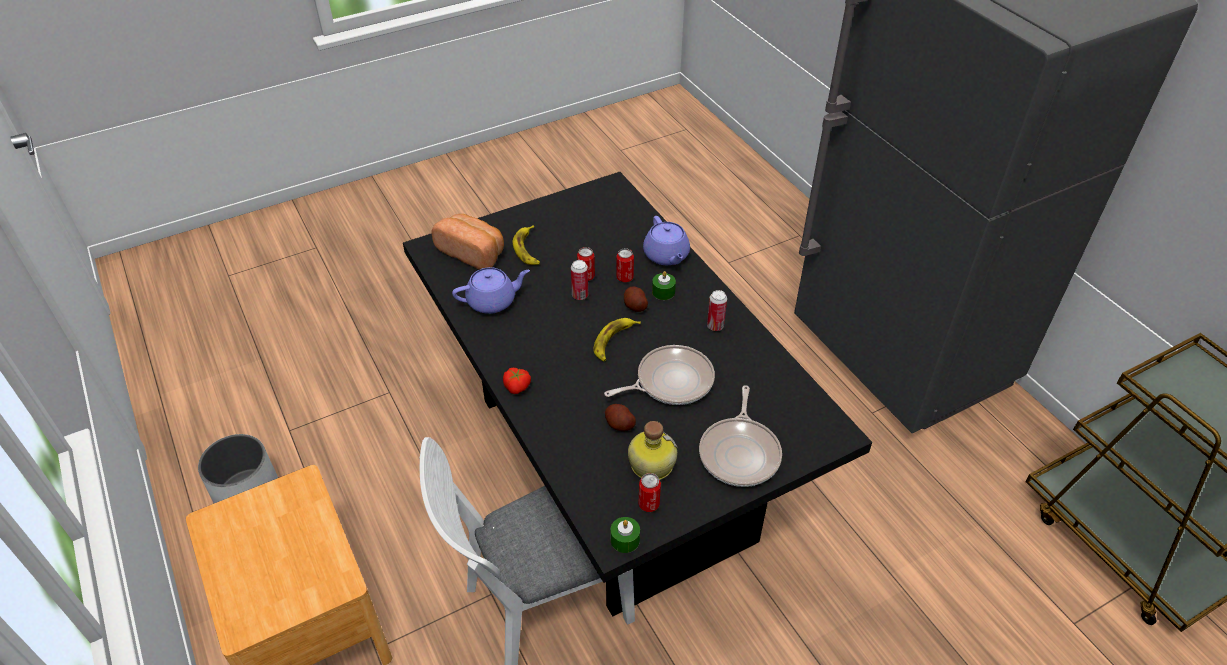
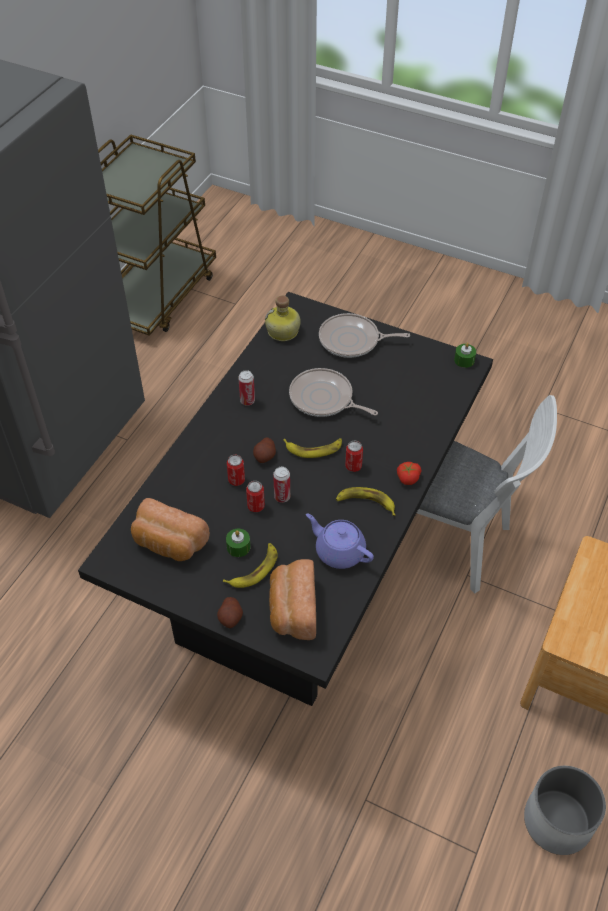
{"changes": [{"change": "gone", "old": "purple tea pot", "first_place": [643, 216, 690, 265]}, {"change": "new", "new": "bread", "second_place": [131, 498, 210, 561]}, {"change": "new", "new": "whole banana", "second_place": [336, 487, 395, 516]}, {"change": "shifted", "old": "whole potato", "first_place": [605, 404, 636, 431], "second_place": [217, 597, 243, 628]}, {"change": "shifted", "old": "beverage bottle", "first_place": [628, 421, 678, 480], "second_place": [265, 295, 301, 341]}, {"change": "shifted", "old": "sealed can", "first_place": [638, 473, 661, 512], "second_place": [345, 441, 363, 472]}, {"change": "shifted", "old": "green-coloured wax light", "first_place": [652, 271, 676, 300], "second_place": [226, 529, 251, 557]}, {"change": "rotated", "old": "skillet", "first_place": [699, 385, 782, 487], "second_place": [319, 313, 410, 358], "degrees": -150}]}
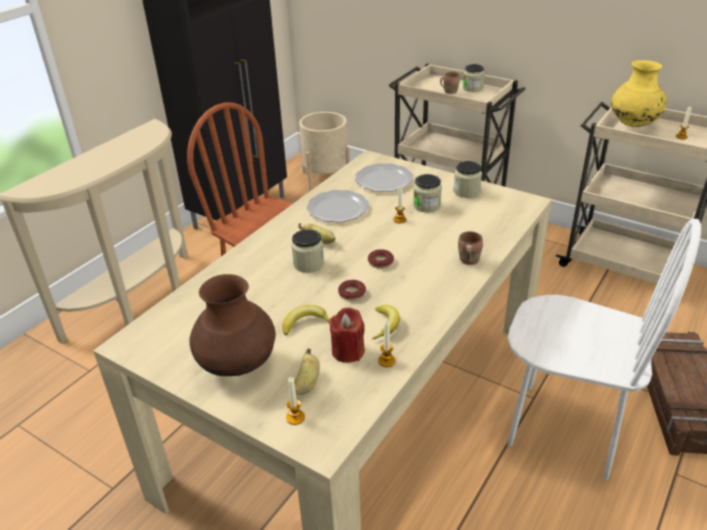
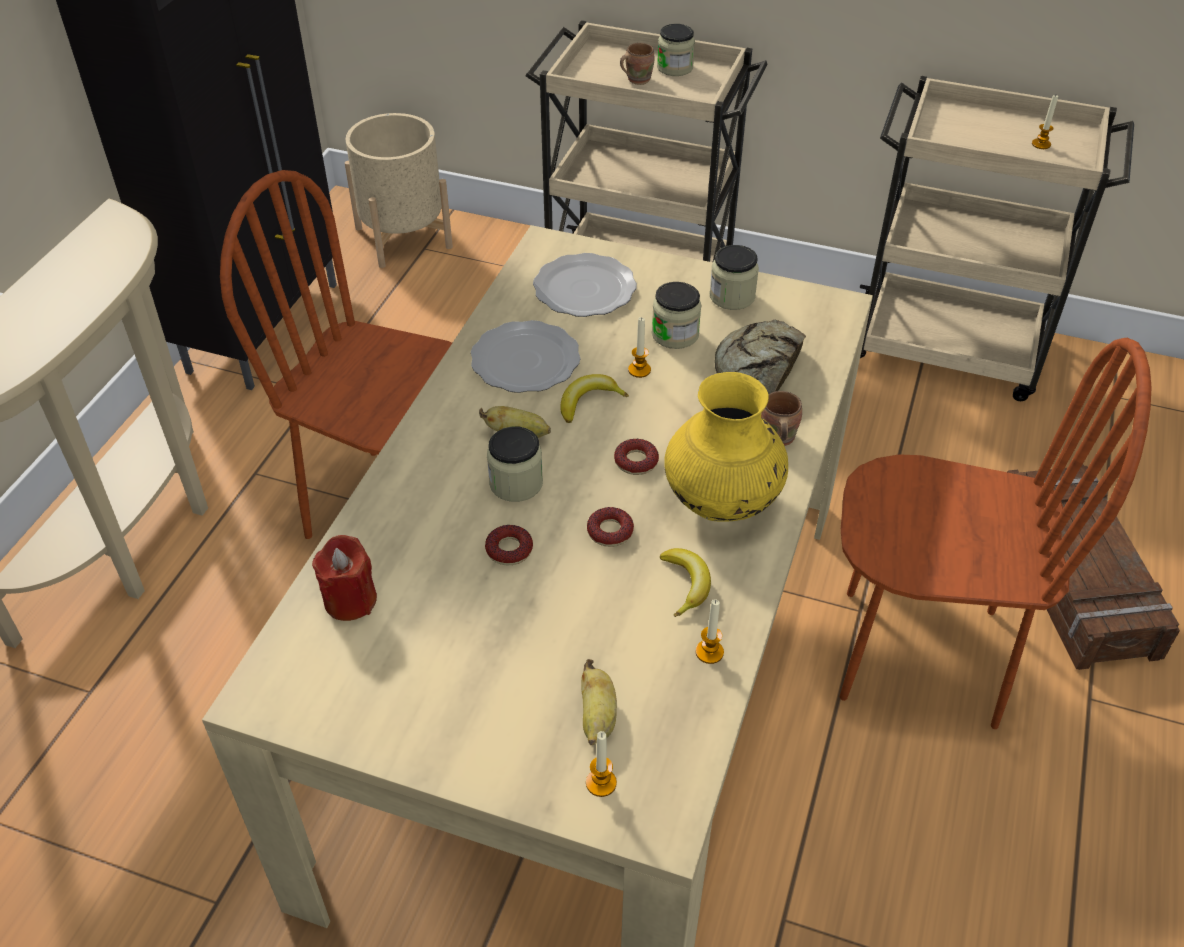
{"changes": [{"change": "gone", "old": "brownish flower vase", "first_place": [189, 274, 276, 376]}, {"change": "new", "new": "ring doughnut", "second_place": [485, 525, 533, 565]}, {"change": "new", "new": "bread", "second_place": [715, 320, 806, 394]}, {"change": "shifted", "old": "whole banana", "first_place": [282, 305, 330, 335], "second_place": [560, 374, 629, 423]}, {"change": "shifted", "old": "reddish wax light", "first_place": [329, 307, 365, 363], "second_place": [312, 535, 377, 621]}, {"change": "shifted", "old": "yellow-coloured flower vase", "first_place": [611, 60, 666, 127], "second_place": [664, 372, 788, 522]}, {"change": "repainted", "old": "whitish plain chair", "new": "brownish plain chair", "first_place": [507, 219, 701, 481], "second_place": [839, 338, 1151, 729]}]}
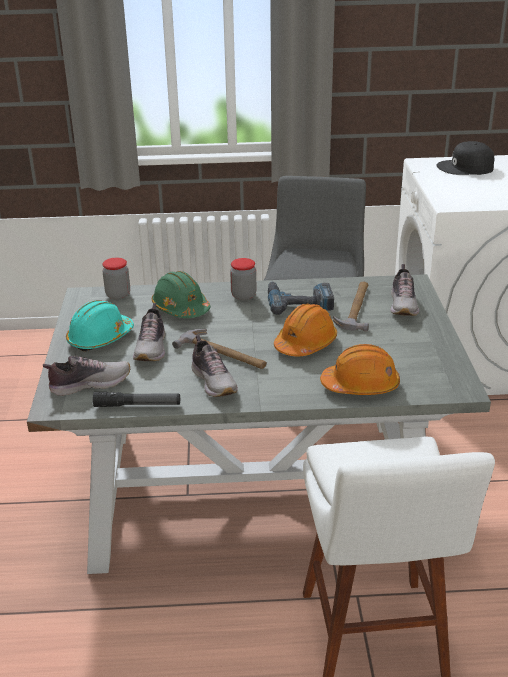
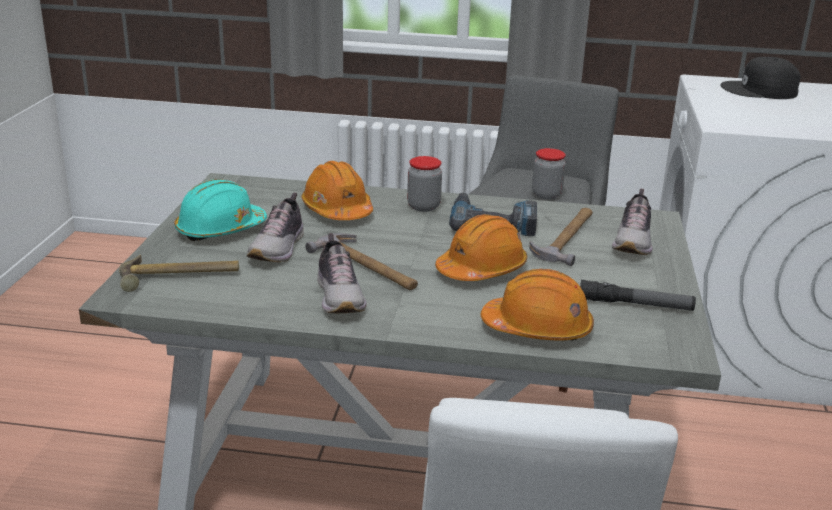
{"changes": [{"change": "shifted", "old": "hand torch", "first_place": [93, 392, 180, 407], "second_place": [580, 280, 696, 311]}, {"change": "shifted", "old": "jar", "first_place": [102, 258, 130, 300], "second_place": [532, 148, 566, 199]}, {"change": "swapped", "old": "low shoe", "new": "hammer", "first_place": [43, 355, 130, 396], "second_place": [119, 254, 239, 292]}, {"change": "repainted", "old": "green-coloured work helmet", "new": "orangey work helmet", "first_place": [152, 271, 210, 318], "second_place": [301, 161, 373, 220]}]}
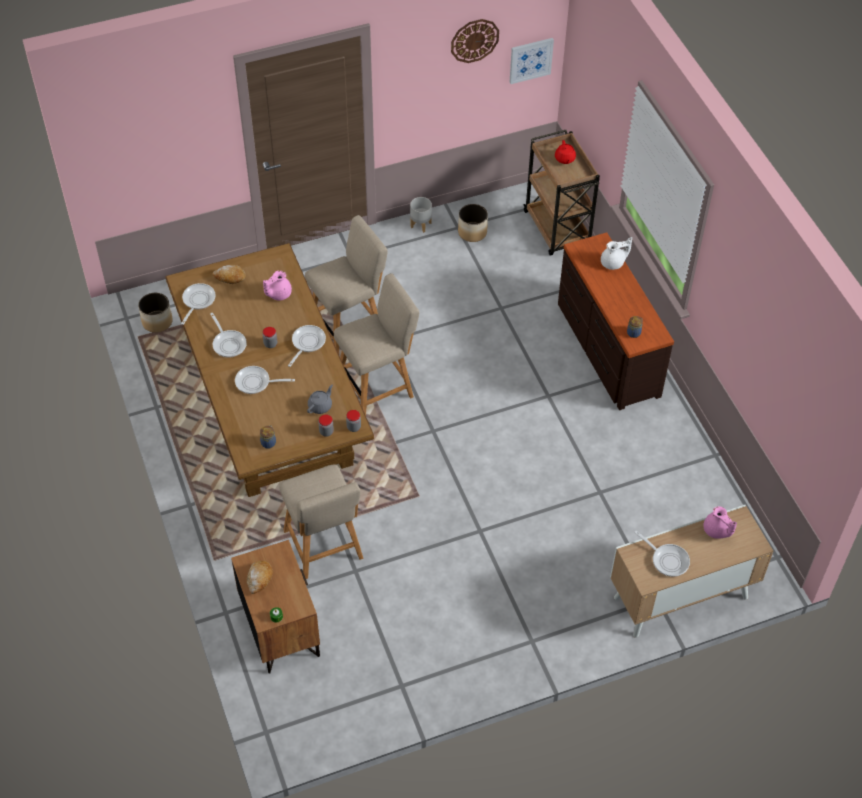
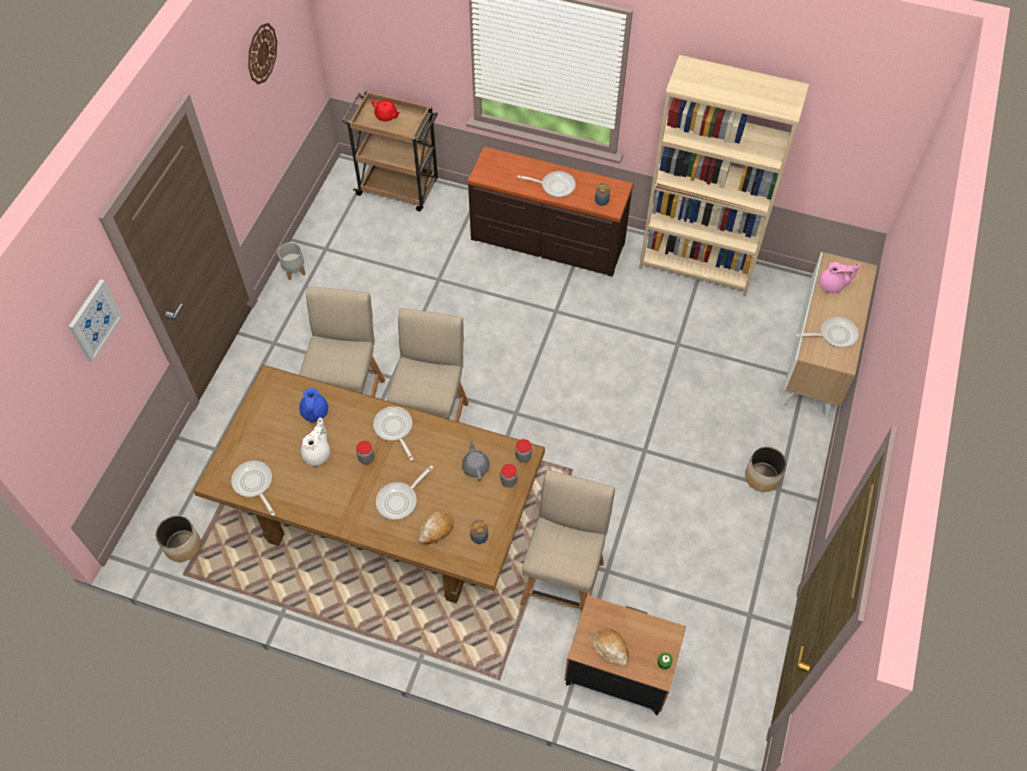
{"changes": [{"change": "new", "new": "beige bookshelf", "second_place": [639, 55, 809, 296]}, {"change": "shifted", "old": "skillet", "first_place": [210, 313, 247, 357], "second_place": [517, 171, 576, 198]}, {"change": "shifted", "old": "bread", "first_place": [213, 265, 246, 284], "second_place": [418, 512, 453, 544]}, {"change": "shifted", "old": "flower pot", "first_place": [458, 204, 488, 242], "second_place": [745, 447, 786, 492]}, {"change": "shifted", "old": "picture", "first_place": [510, 38, 554, 84], "second_place": [68, 279, 123, 362]}, {"change": "shifted", "old": "whitish tea pot", "first_place": [601, 237, 632, 270], "second_place": [301, 418, 330, 466]}, {"change": "repainted", "old": "pink-coloured tea pot", "new": "blue tea pot", "first_place": [263, 271, 292, 301], "second_place": [299, 387, 328, 422]}, {"change": "rotated", "old": "beige plain chair", "first_place": [279, 464, 363, 579], "second_place": [520, 470, 615, 613], "degrees": -90}]}
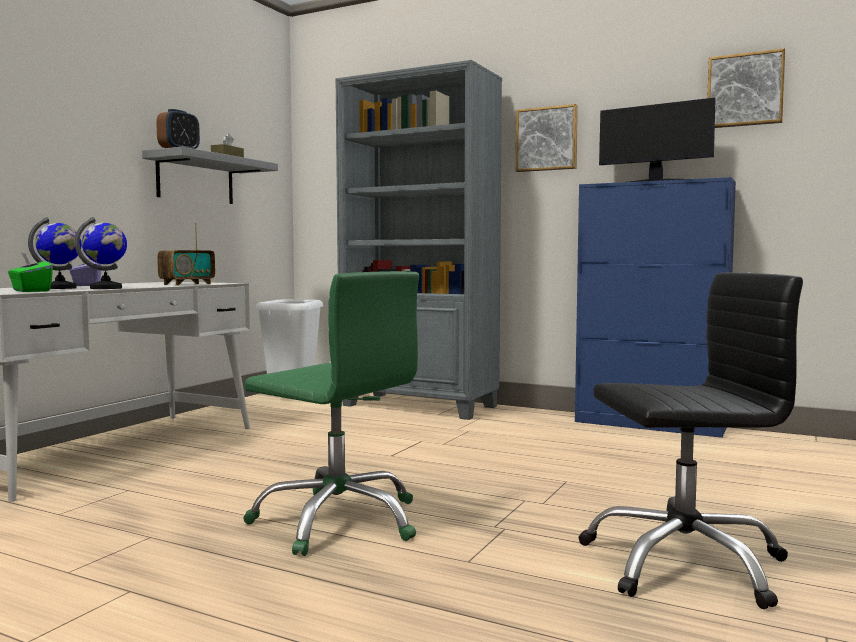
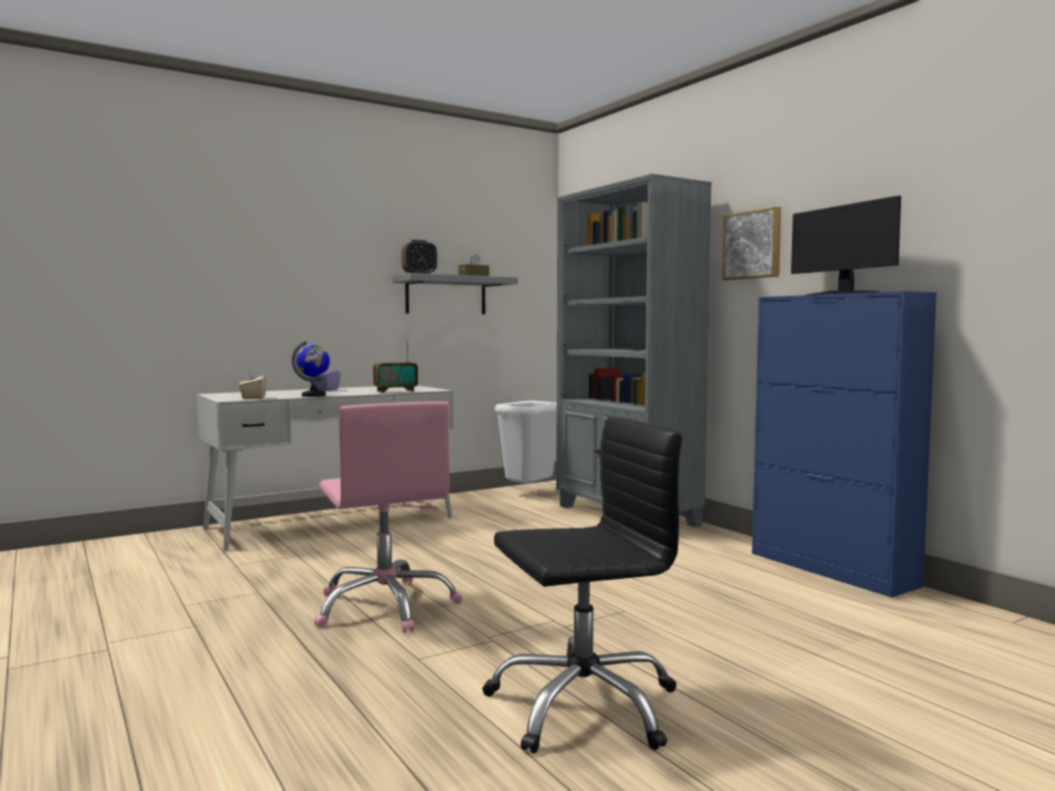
{"changes": [{"change": "gone", "old": "globe", "first_place": [28, 217, 82, 289]}, {"change": "gone", "old": "picture", "first_place": [707, 48, 785, 128]}, {"change": "repainted", "old": "green-coloured tissue box", "new": "beige tissue box", "first_place": [8, 253, 53, 292], "second_place": [239, 369, 267, 399]}, {"change": "repainted", "old": "green-coloured office chair", "new": "pink-coloured office chair", "first_place": [244, 271, 419, 556], "second_place": [314, 401, 463, 633]}, {"change": "rotated", "old": "black office chair", "first_place": [578, 273, 803, 609], "second_place": [482, 416, 683, 753], "degrees": -45}]}
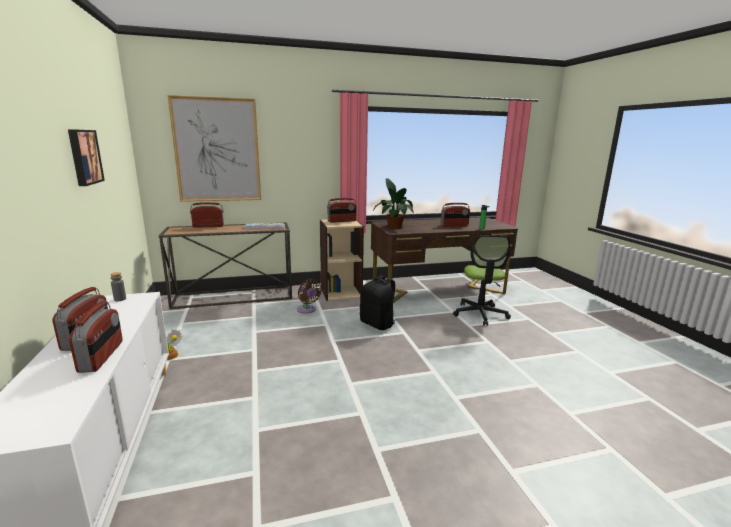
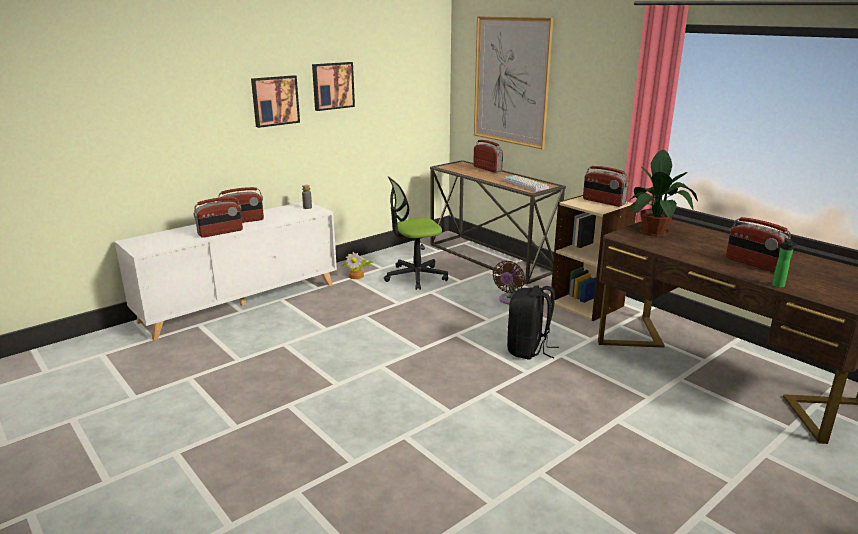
{"changes": [{"change": "new", "new": "picture", "second_place": [251, 75, 300, 128]}, {"change": "shifted", "old": "office chair", "first_place": [453, 235, 511, 326], "second_place": [384, 176, 448, 290]}]}
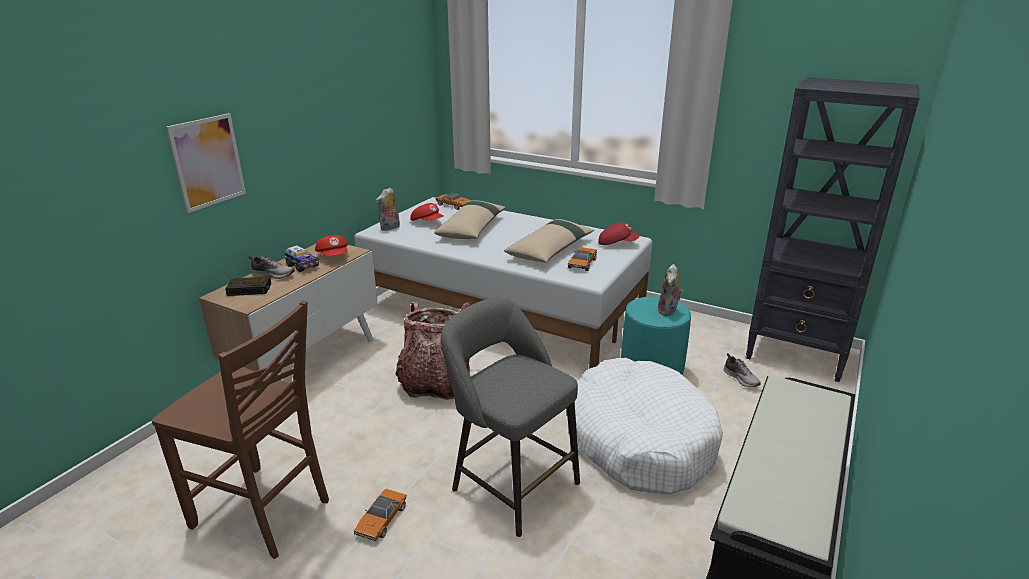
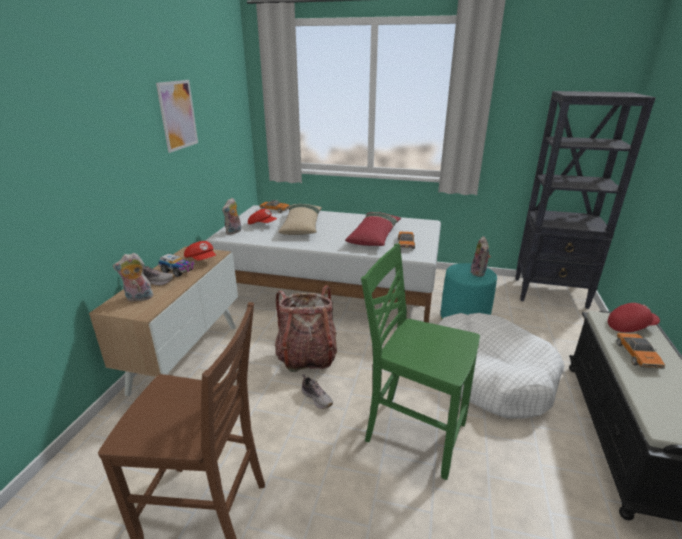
{"changes": [{"change": "shifted", "old": "picture", "first_place": [166, 113, 246, 213], "second_place": [156, 80, 198, 153]}, {"change": "shifted", "old": "toy car", "first_place": [354, 488, 407, 541], "second_place": [617, 333, 665, 369]}, {"change": "shifted", "old": "reddish peaked cap", "first_place": [598, 222, 640, 245], "second_place": [608, 303, 660, 332]}, {"change": "shifted", "old": "low shoe", "first_place": [724, 353, 761, 387], "second_place": [302, 374, 333, 409]}, {"change": "swapped", "old": "alarm clock", "new": "plush toy", "first_place": [225, 277, 271, 296], "second_place": [113, 253, 154, 302]}, {"change": "swapped", "old": "greyish stool", "new": "green-coloured plain chair", "first_place": [441, 298, 580, 537], "second_place": [361, 243, 480, 480]}, {"change": "repainted", "old": "beige pillow", "new": "reddish pillow", "first_place": [504, 219, 594, 263], "second_place": [345, 212, 401, 246]}]}
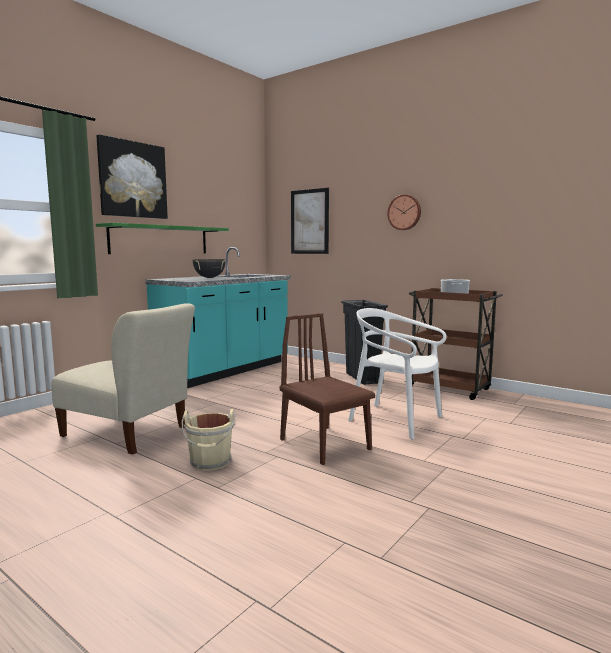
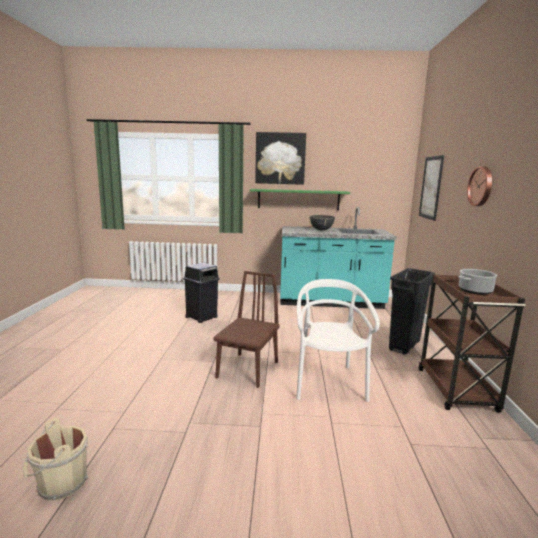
{"changes": [{"change": "shifted", "old": "beige pail", "first_place": [182, 409, 235, 471], "second_place": [23, 418, 88, 501]}, {"change": "swapped", "old": "beige plain chair", "new": "black rubbish bin", "first_place": [51, 303, 195, 454], "second_place": [183, 263, 220, 323]}]}
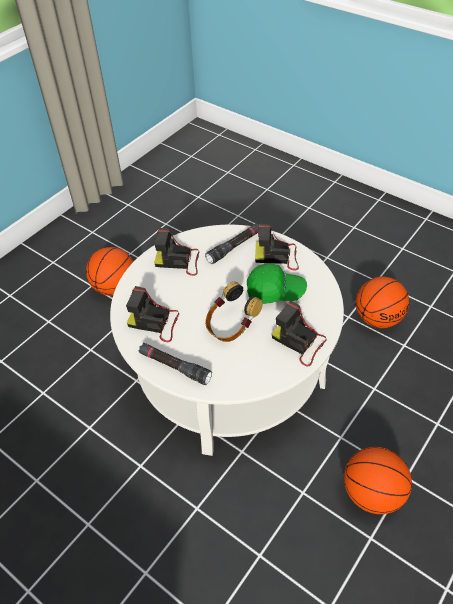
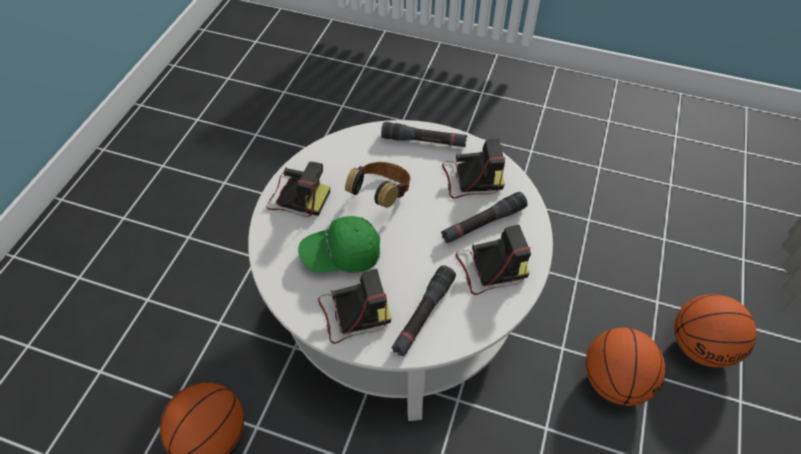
{"changes": [{"change": "new", "new": "black hand torch", "second_place": [441, 192, 527, 244]}, {"change": "shifted", "old": "ball for basketball", "first_place": [344, 447, 412, 514], "second_place": [674, 294, 757, 368]}]}
